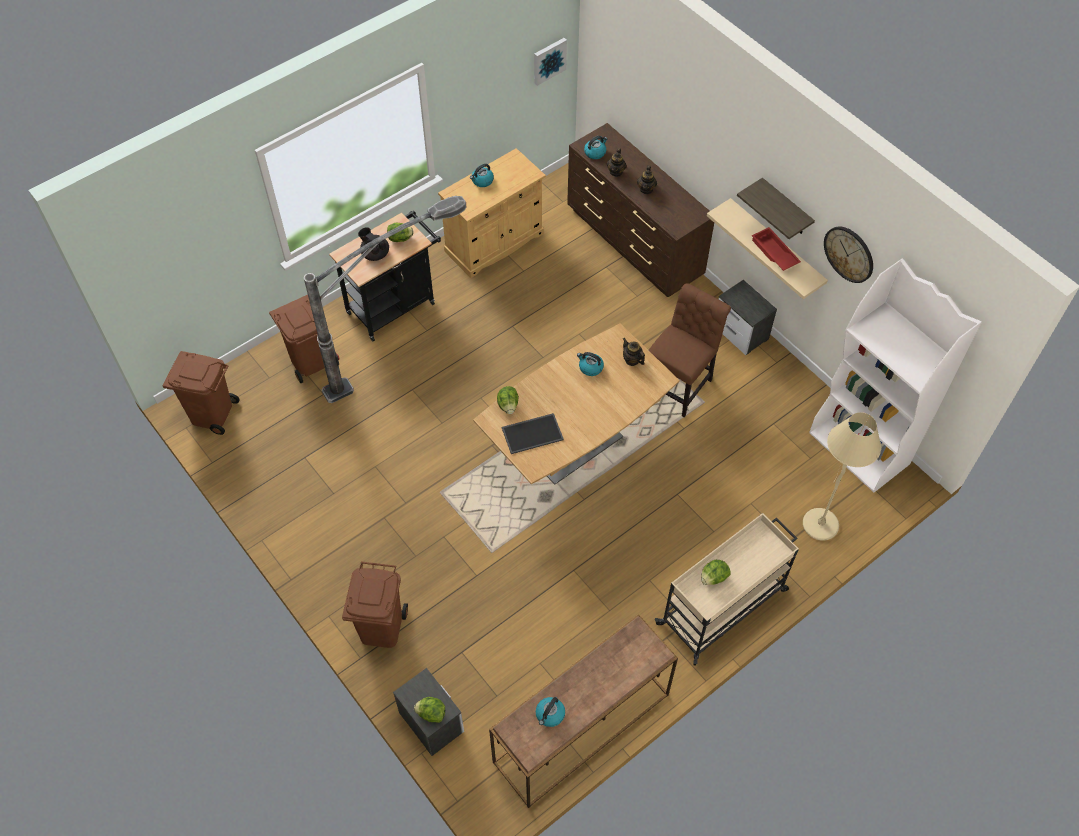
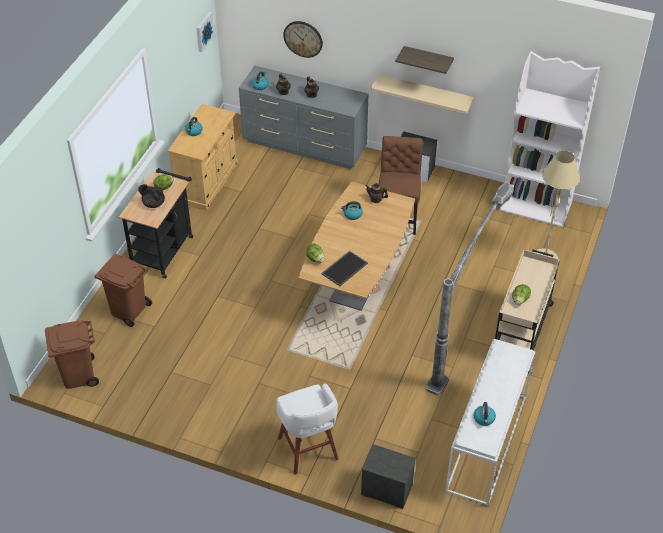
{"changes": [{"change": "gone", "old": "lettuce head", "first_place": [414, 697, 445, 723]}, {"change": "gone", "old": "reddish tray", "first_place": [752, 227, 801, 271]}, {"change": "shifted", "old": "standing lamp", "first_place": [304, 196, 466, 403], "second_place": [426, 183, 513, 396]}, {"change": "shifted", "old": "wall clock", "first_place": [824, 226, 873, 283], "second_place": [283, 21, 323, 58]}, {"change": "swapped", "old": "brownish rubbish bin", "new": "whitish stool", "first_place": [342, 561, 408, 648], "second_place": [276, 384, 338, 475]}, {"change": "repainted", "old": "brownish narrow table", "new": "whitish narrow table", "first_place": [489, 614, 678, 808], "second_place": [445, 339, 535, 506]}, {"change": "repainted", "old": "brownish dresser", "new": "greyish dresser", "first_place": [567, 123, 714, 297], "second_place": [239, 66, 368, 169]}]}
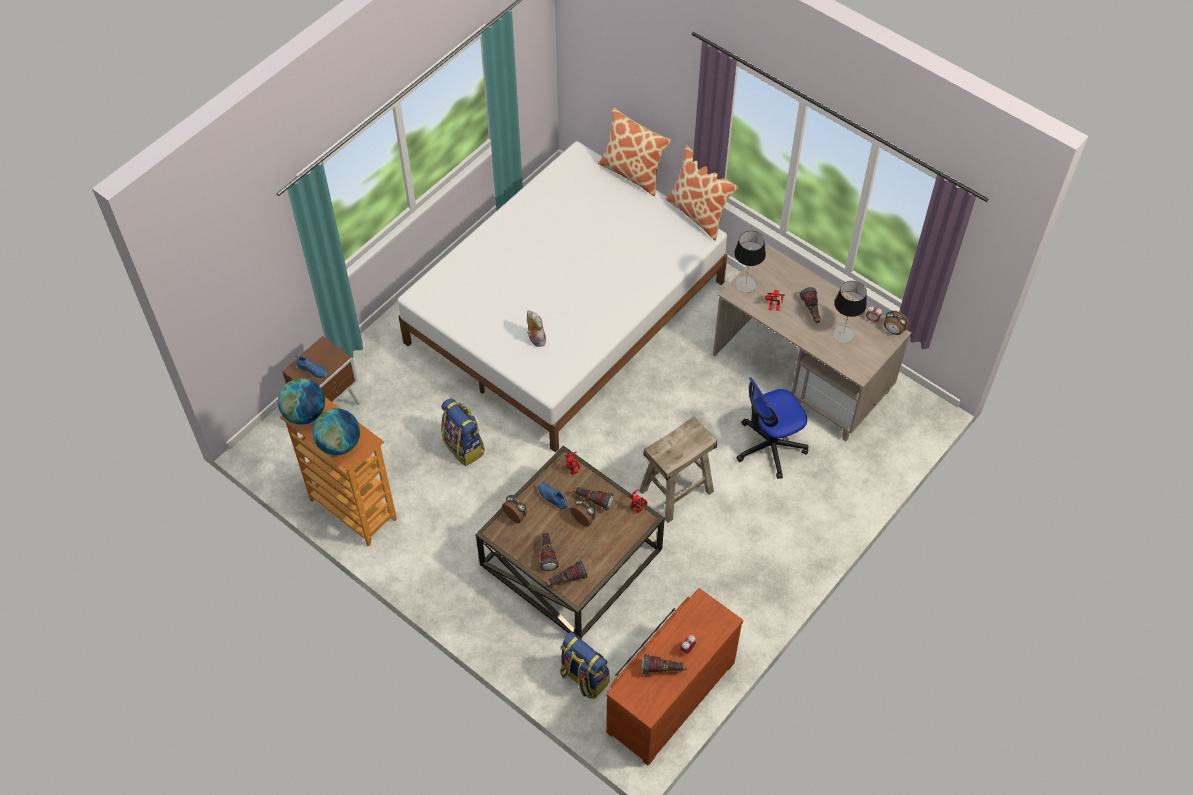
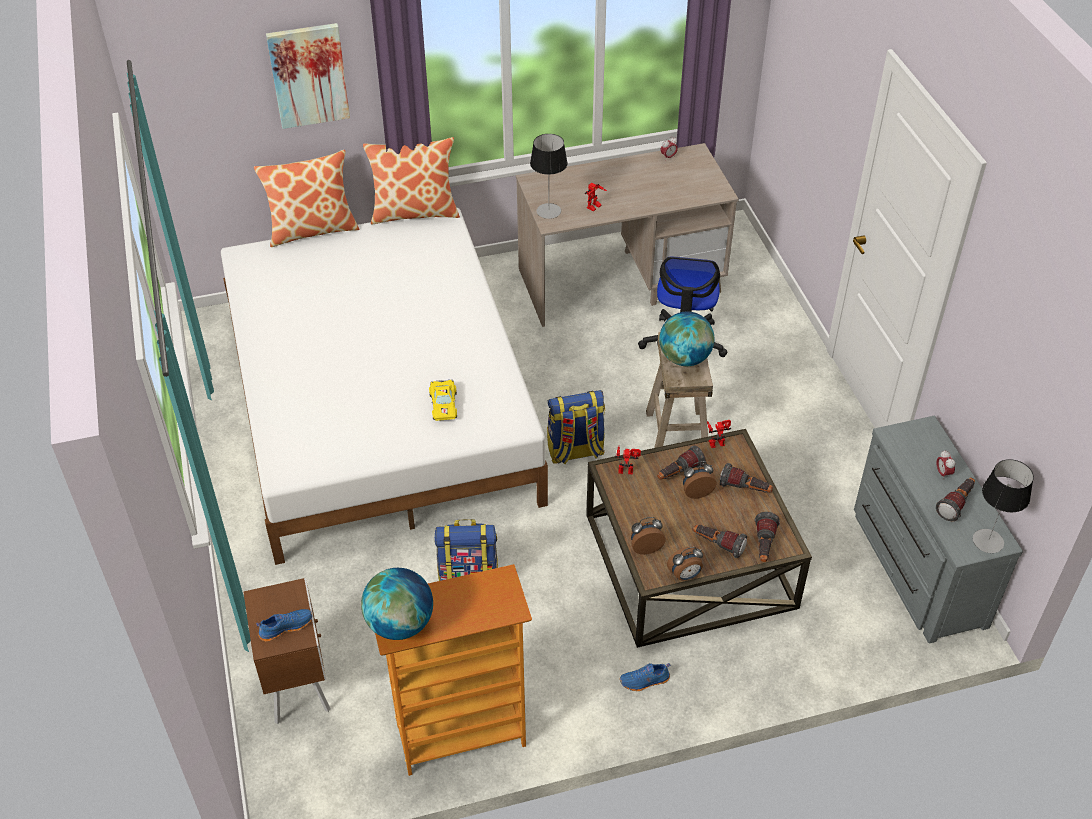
{"changes": [{"change": "new", "new": "picture", "second_place": [266, 23, 350, 129]}, {"change": "shifted", "old": "globe", "first_place": [312, 408, 360, 455], "second_place": [659, 311, 714, 366]}, {"change": "shifted", "old": "blue low shoe", "first_place": [538, 482, 569, 511], "second_place": [619, 663, 670, 691]}, {"change": "shifted", "old": "backpack", "first_place": [560, 632, 610, 699], "second_place": [547, 390, 605, 464]}, {"change": "shifted", "old": "hand torch", "first_place": [800, 287, 820, 323], "second_place": [720, 463, 773, 493]}, {"change": "shifted", "old": "lamp for a table", "first_place": [833, 281, 867, 343], "second_place": [973, 459, 1034, 553]}, {"change": "shifted", "old": "alarm clock", "first_place": [884, 311, 909, 335], "second_place": [667, 547, 703, 580]}, {"change": "swapped", "old": "plush toy", "new": "yellow-coloured toy car", "first_place": [527, 310, 548, 347], "second_place": [429, 380, 457, 421]}, {"change": "repainted", "old": "brownish dresser", "new": "greyish dresser", "first_place": [606, 588, 743, 766], "second_place": [854, 416, 1023, 644]}]}
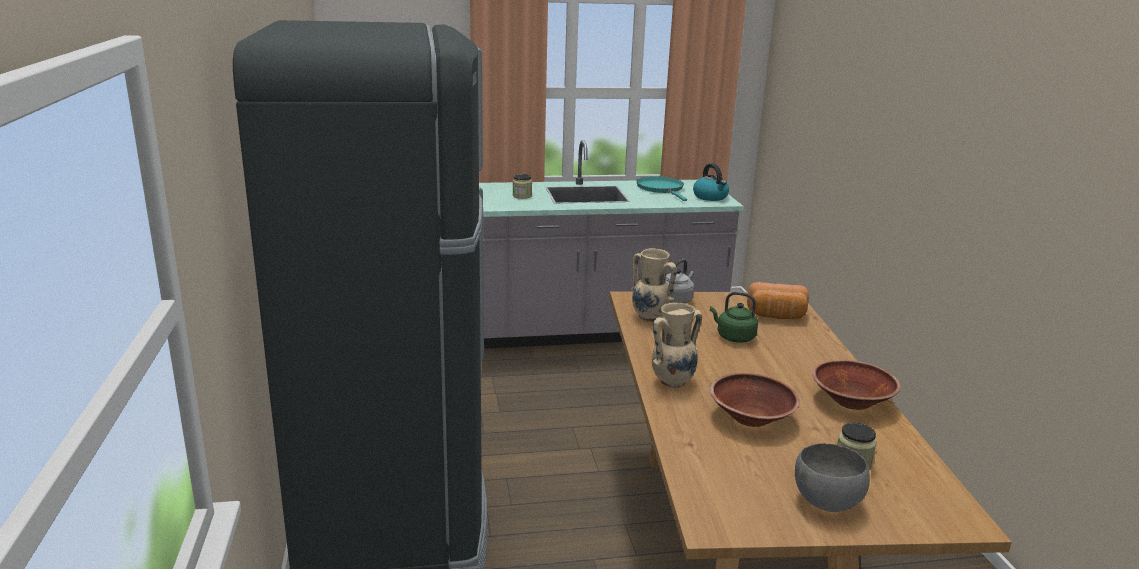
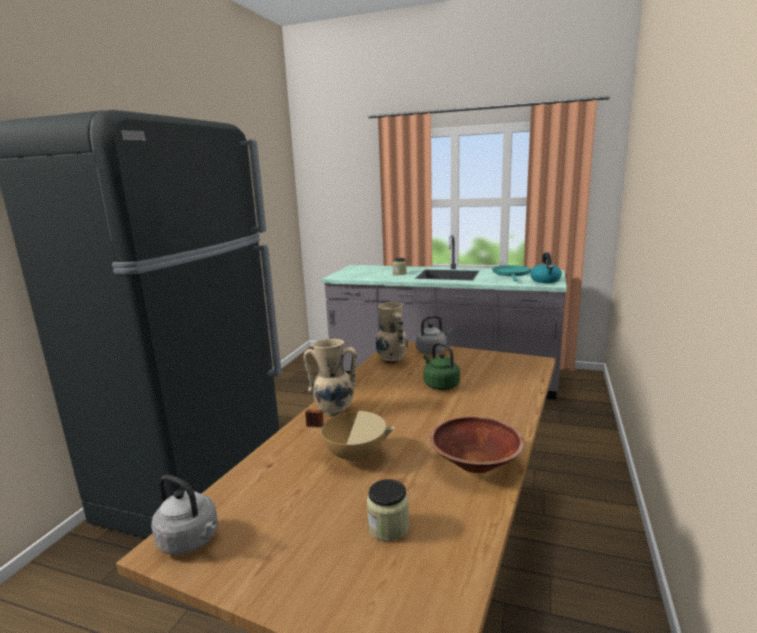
{"changes": [{"change": "gone", "old": "bread", "first_place": [747, 282, 809, 319]}, {"change": "gone", "old": "greyish bowl", "first_place": [795, 443, 870, 512]}, {"change": "new", "new": "greyish kettle", "second_place": [151, 475, 218, 555]}, {"change": "swapped", "old": "brownish bowl", "new": "beige cooking pot", "first_place": [710, 373, 800, 427], "second_place": [305, 409, 395, 465]}]}
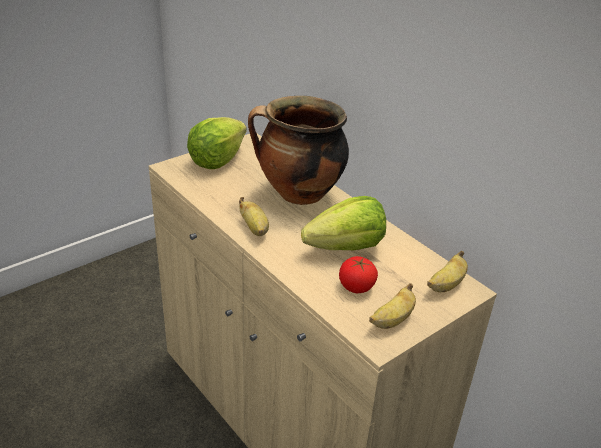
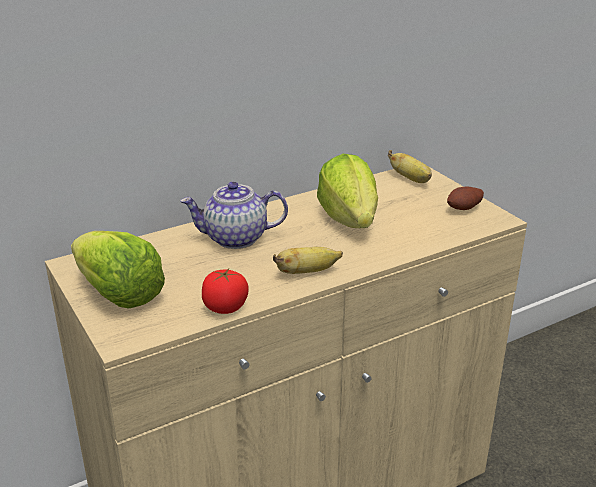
{"changes": [{"change": "shifted", "old": "fresh tomato", "first_place": [339, 256, 378, 293], "second_place": [202, 269, 249, 314]}, {"change": "swapped", "old": "cooking pot", "new": "tea pot", "first_place": [248, 96, 349, 205], "second_place": [180, 181, 288, 249]}, {"change": "swapped", "old": "whole banana", "new": "whole potato", "first_place": [369, 283, 416, 329], "second_place": [447, 186, 484, 210]}]}
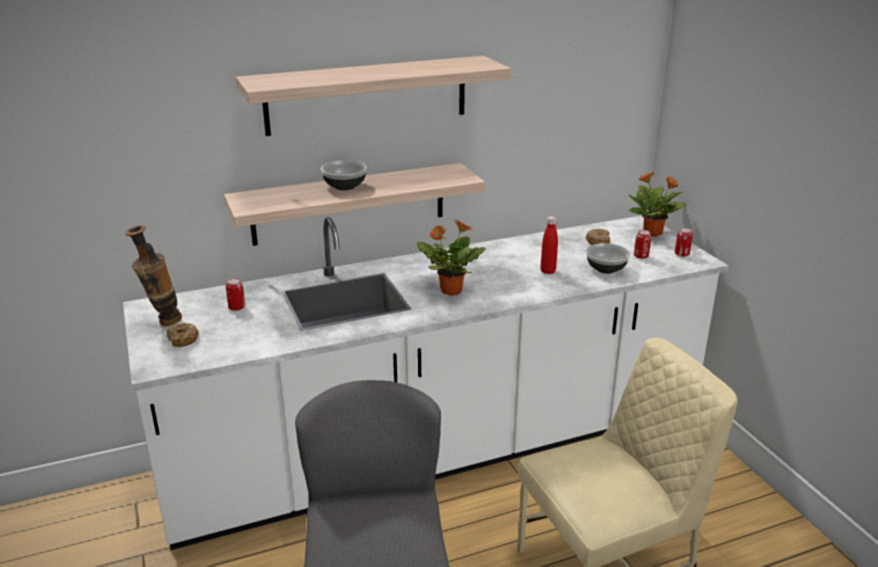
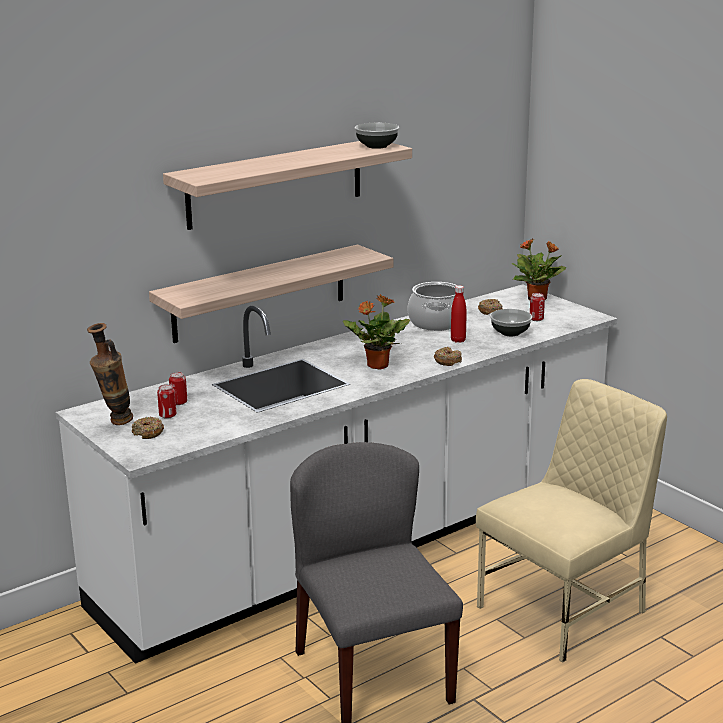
{"changes": [{"change": "new", "new": "cooking pot", "second_place": [408, 282, 458, 331]}, {"change": "new", "new": "ring doughnut", "second_place": [434, 347, 462, 366]}, {"change": "shifted", "old": "bowl", "first_place": [321, 160, 367, 190], "second_place": [355, 123, 399, 149]}, {"change": "shifted", "old": "sealed can", "first_place": [675, 228, 693, 257], "second_place": [157, 384, 177, 419]}]}
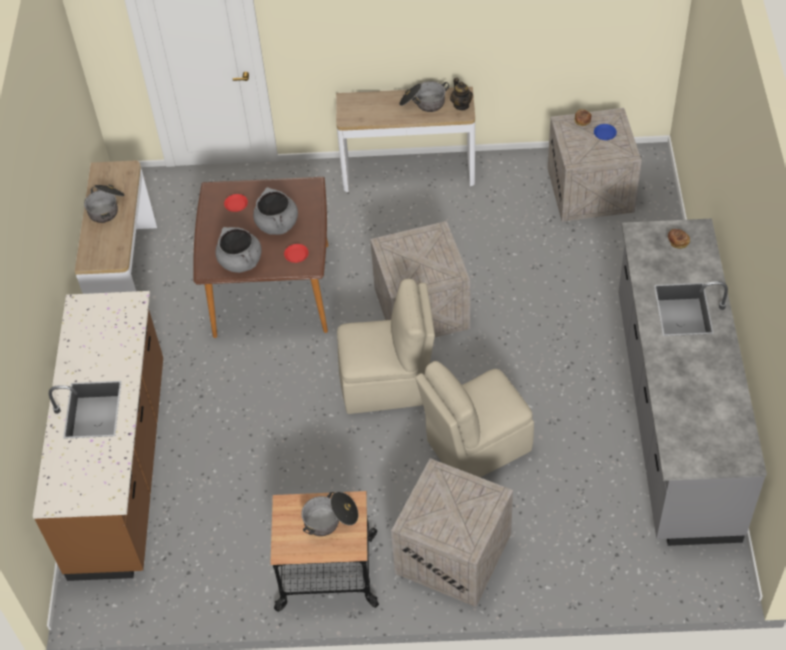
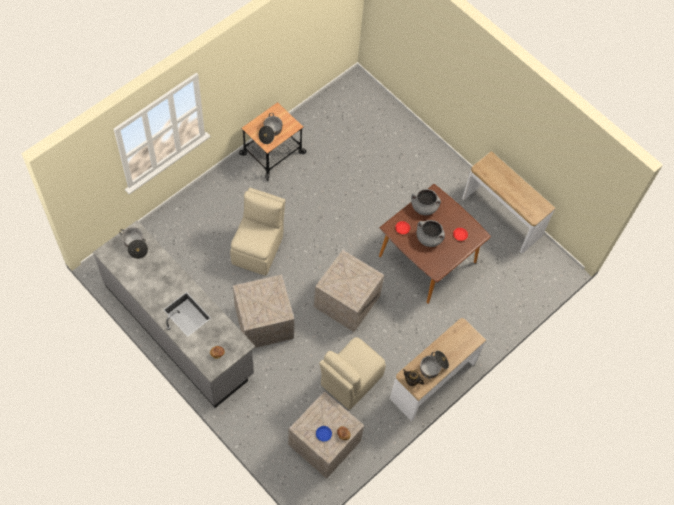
{"changes": [{"change": "gone", "old": "brownish kitchen base unit", "first_place": [33, 291, 163, 581]}, {"change": "shifted", "old": "cooking pot", "first_place": [84, 184, 125, 223], "second_place": [119, 227, 148, 259]}, {"change": "shifted", "old": "beige plain chair", "first_place": [337, 279, 435, 414], "second_place": [319, 337, 386, 410]}, {"change": "shifted", "old": "shipping crate", "first_place": [391, 458, 513, 607], "second_place": [233, 274, 295, 348]}]}
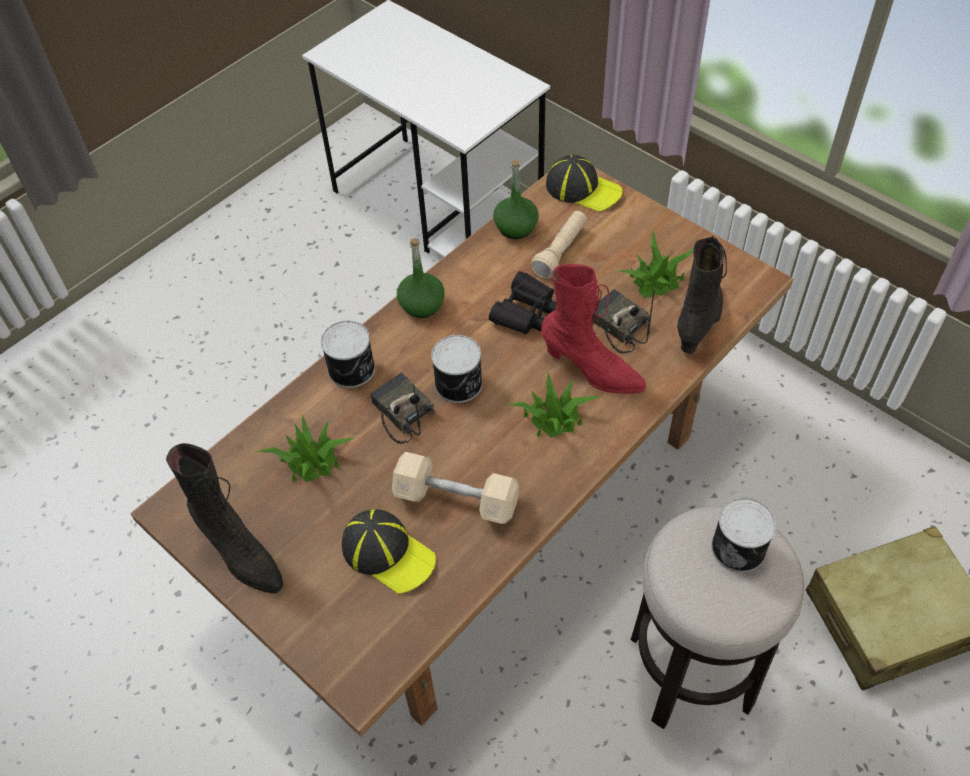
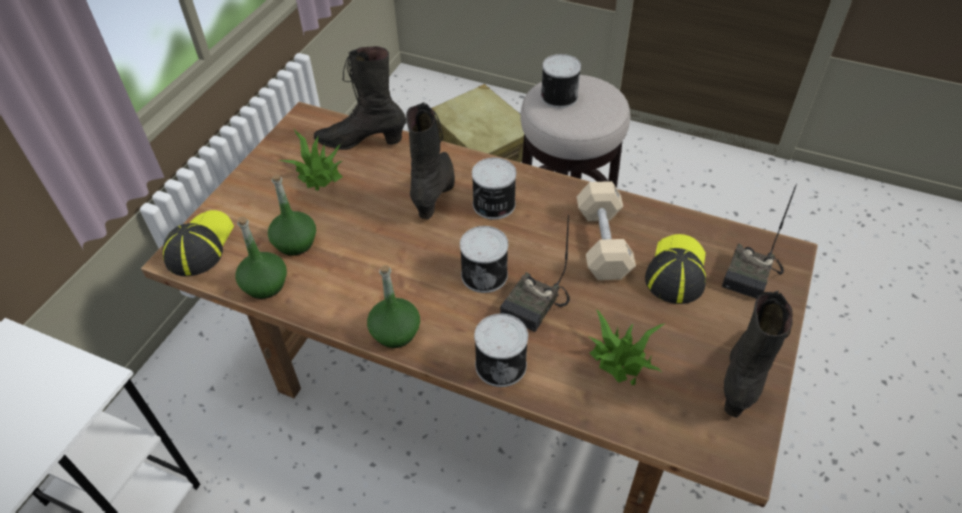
{"changes": [{"change": "gone", "old": "black field glasses", "first_place": [489, 271, 557, 335]}, {"change": "shifted", "old": "radio", "first_place": [592, 289, 655, 354], "second_place": [721, 184, 797, 299]}, {"change": "swapped", "old": "plant in a pot", "new": "sealed can", "first_place": [506, 373, 601, 438], "second_place": [472, 157, 516, 220]}, {"change": "swapped", "old": "beige hand torch", "new": "green-coloured beverage bottle", "first_place": [531, 211, 587, 279], "second_place": [268, 175, 316, 256]}, {"change": "repainted", "old": "reddish tall boot", "new": "black tall boot", "first_place": [541, 264, 646, 394], "second_place": [406, 102, 455, 219]}]}
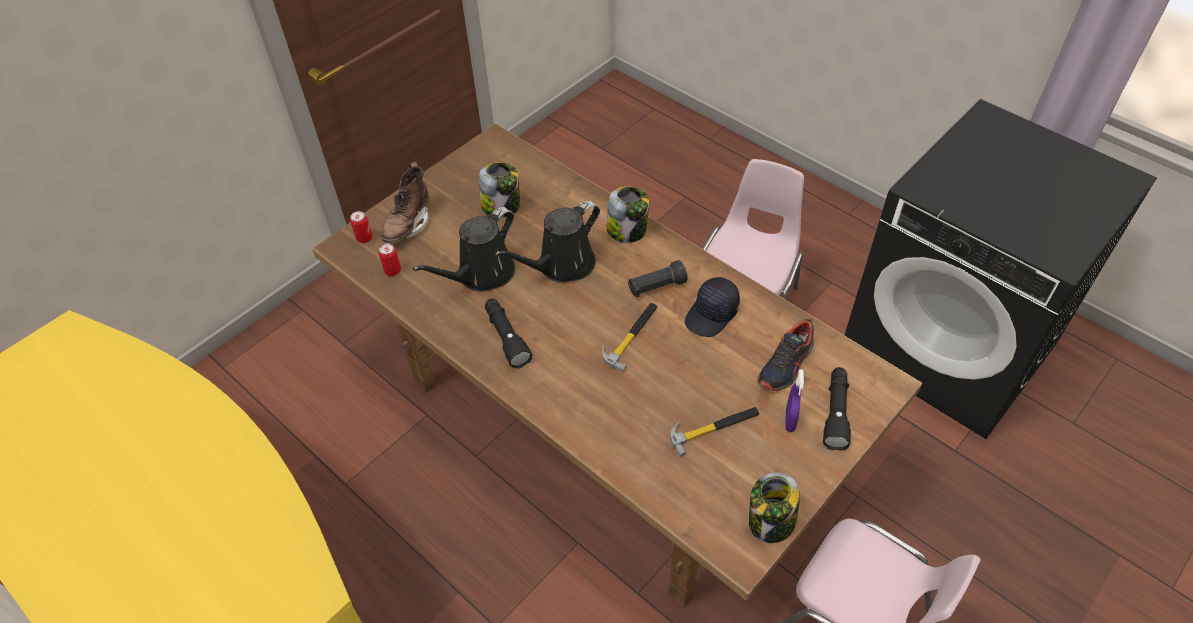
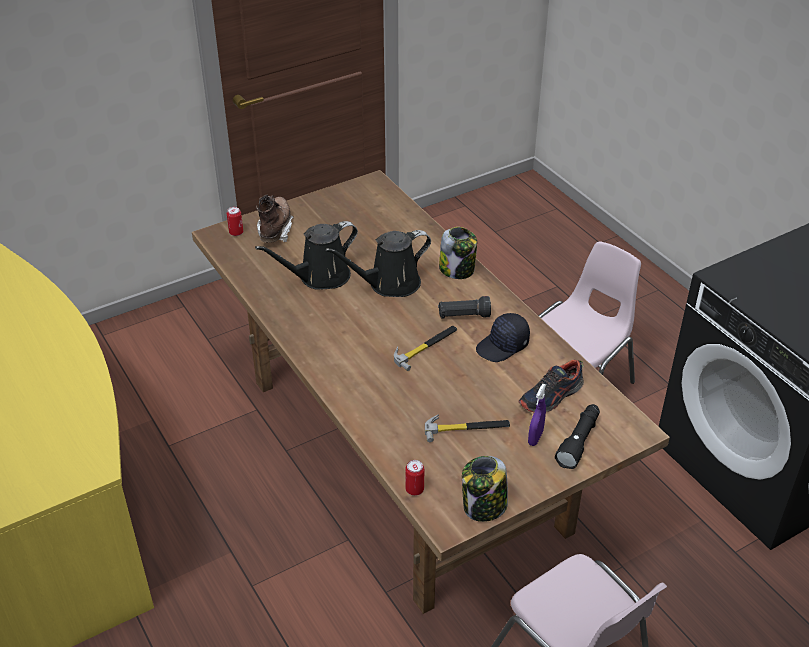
{"changes": [{"change": "gone", "old": "jar", "first_place": [479, 162, 520, 218]}, {"change": "gone", "old": "black hand torch", "first_place": [485, 299, 532, 369]}, {"change": "shifted", "old": "sealed can", "first_place": [379, 243, 401, 276], "second_place": [405, 460, 424, 496]}, {"change": "rotated", "old": "brownish tall boot", "first_place": [381, 162, 430, 243], "second_place": [256, 195, 294, 243], "degrees": 150}]}
